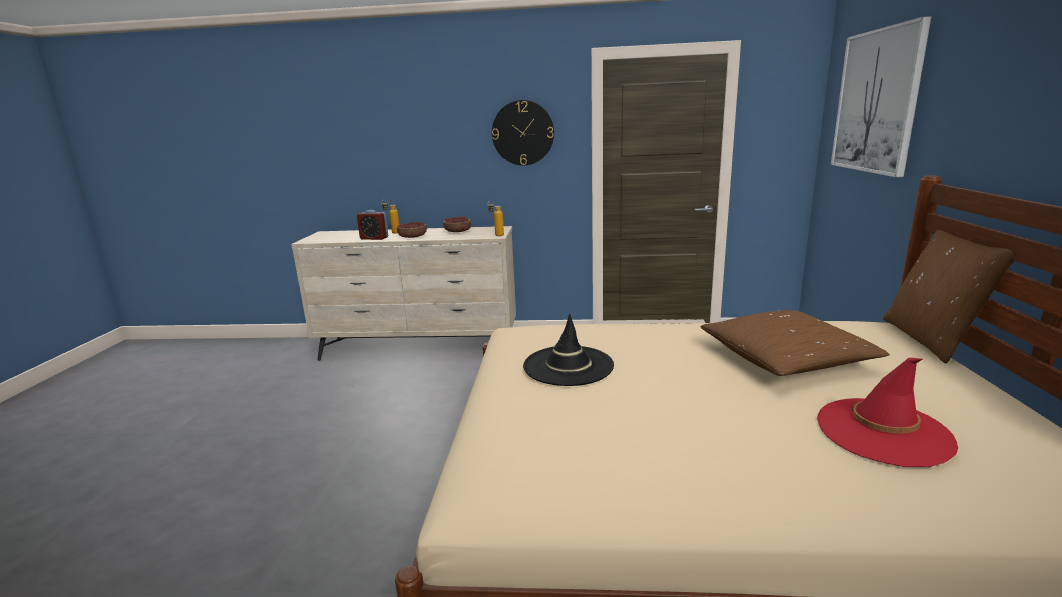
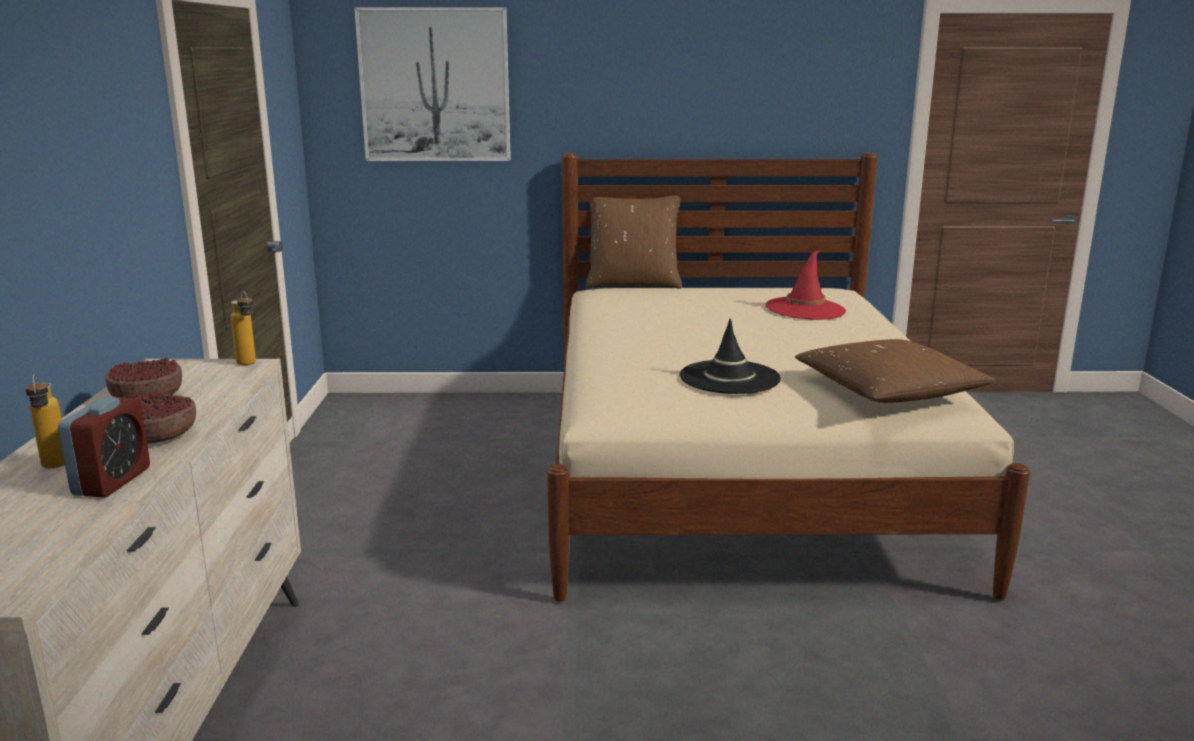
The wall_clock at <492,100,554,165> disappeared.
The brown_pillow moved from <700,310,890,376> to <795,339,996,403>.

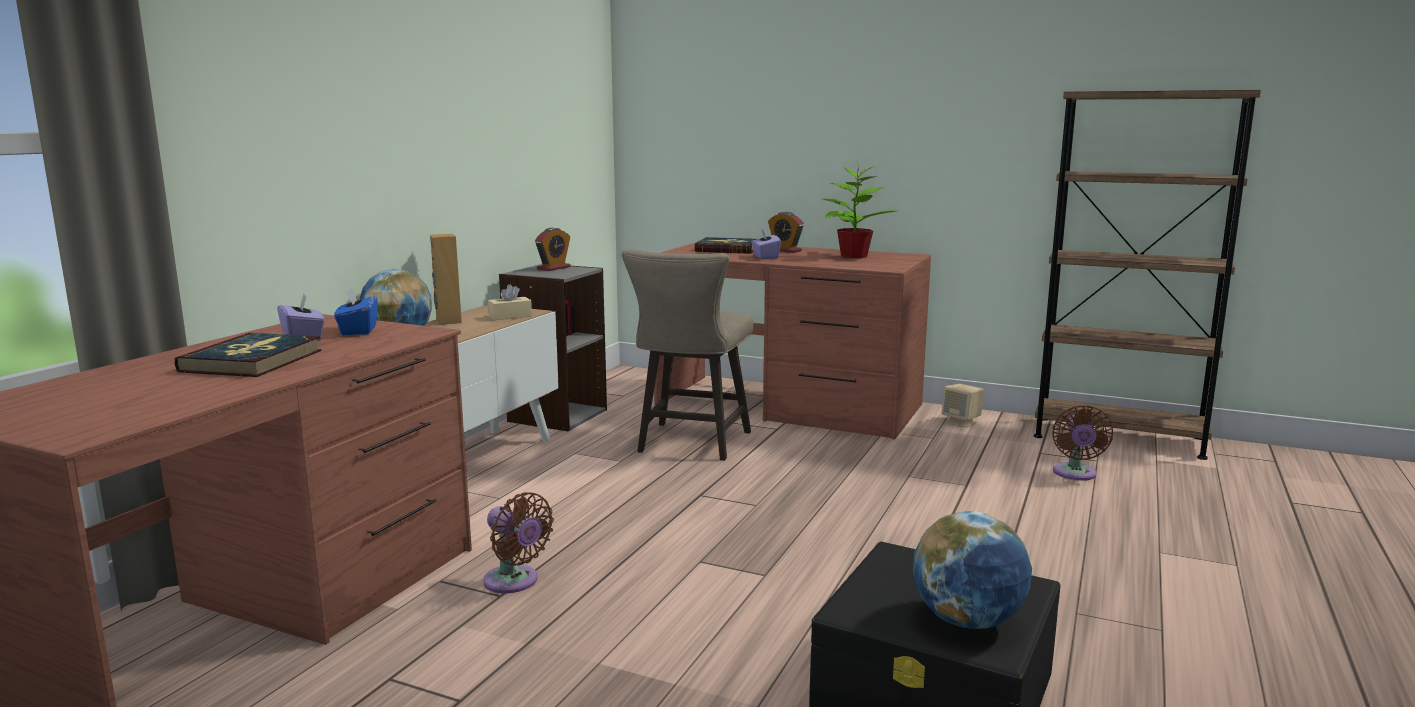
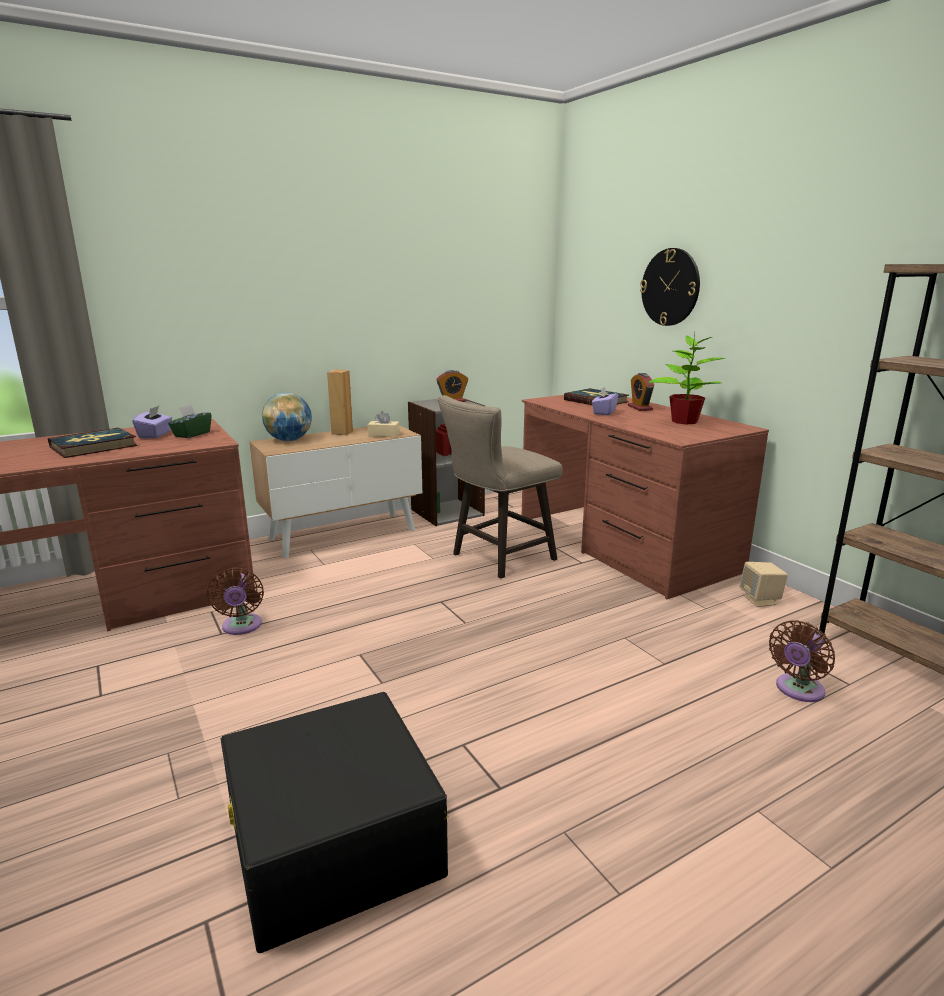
The blue_tissue_box at <334,287,378,335> became the green_tissue_box at <168,405,212,438>.
The globe at <913,511,1032,629> disappeared.
The wall_clock at <640,248,700,326> appeared.

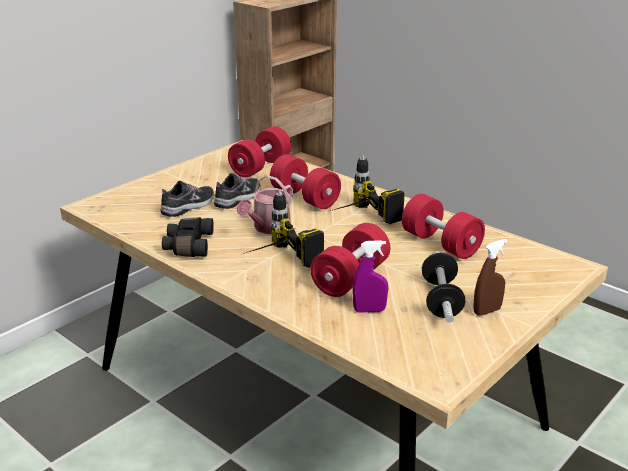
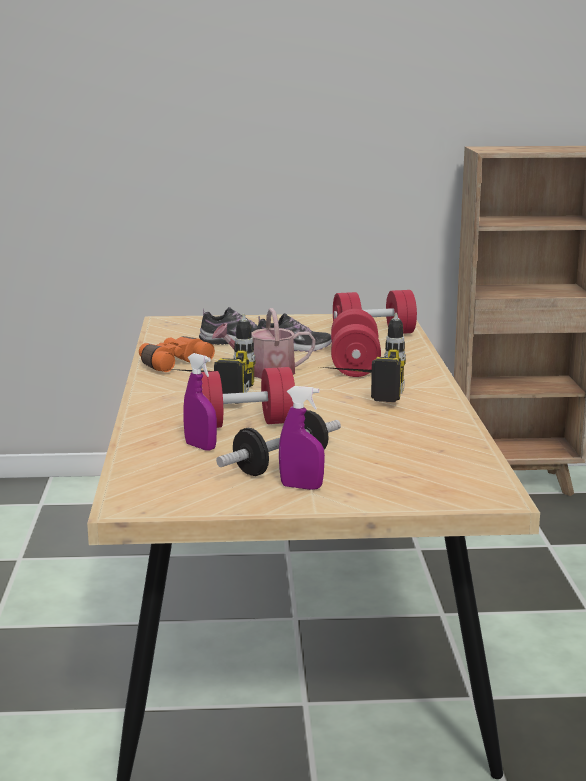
The black_binoculars at <162,217,214,257> became the orange_binoculars at <139,336,215,372>.
The red_dumbbell at <402,194,485,259> disappeared.
The brown_spray_bottle at <474,239,508,316> became the purple_spray_bottle at <279,386,325,490>.

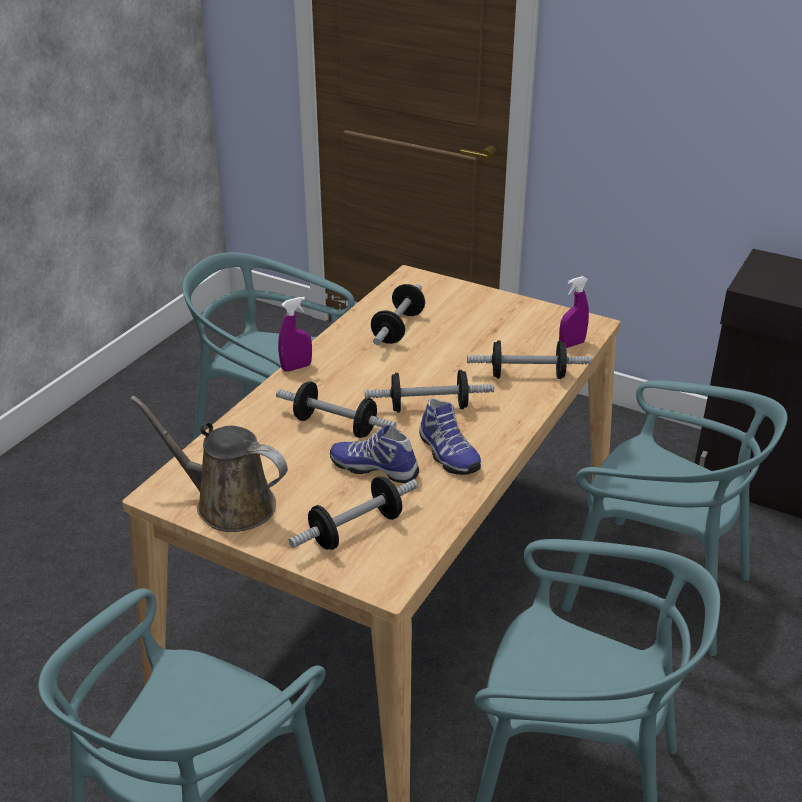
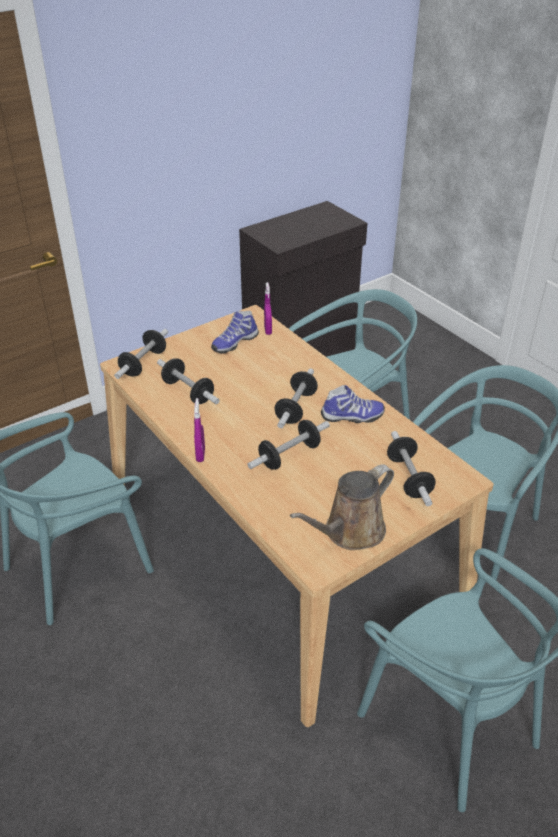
The shoe moved from <330,425,419,483> to <211,311,259,354>.
The dumbbell moved from <467,340,592,379> to <114,329,168,379>.

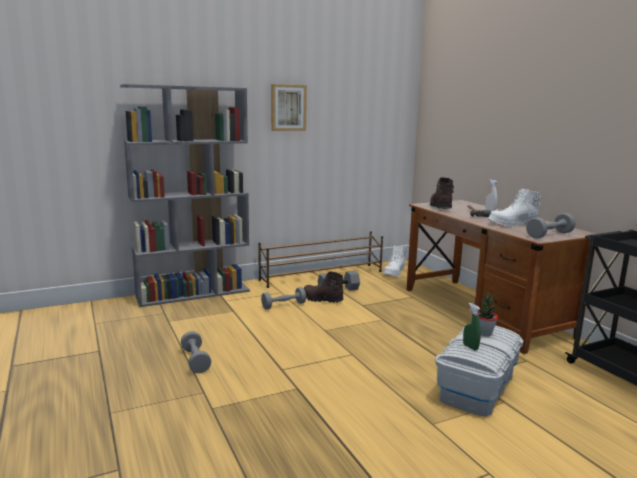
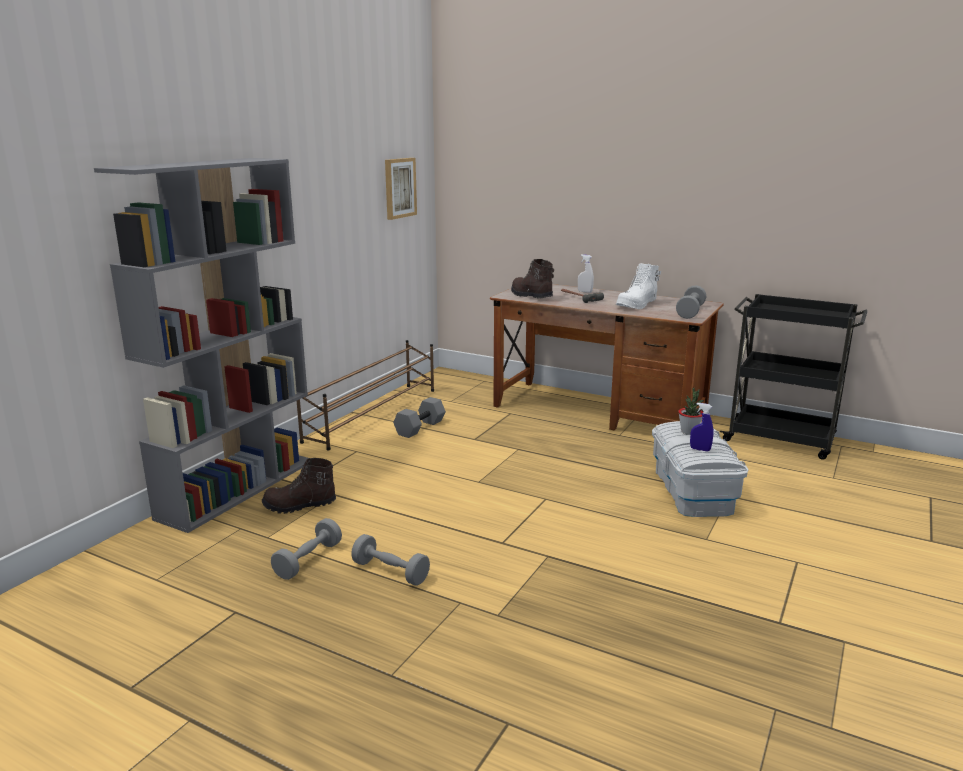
The grey_dumbbell moved from <261,287,306,309> to <271,518,342,580>.
The picture moved from <271,84,307,131> to <385,158,417,220>.
The brown_boot moved from <304,272,344,303> to <262,458,336,514>.
The white_boot at <383,246,407,276> disappeared.
The green_spray_bottle at <463,303,481,351> became the blue_spray_bottle at <690,403,714,451>.

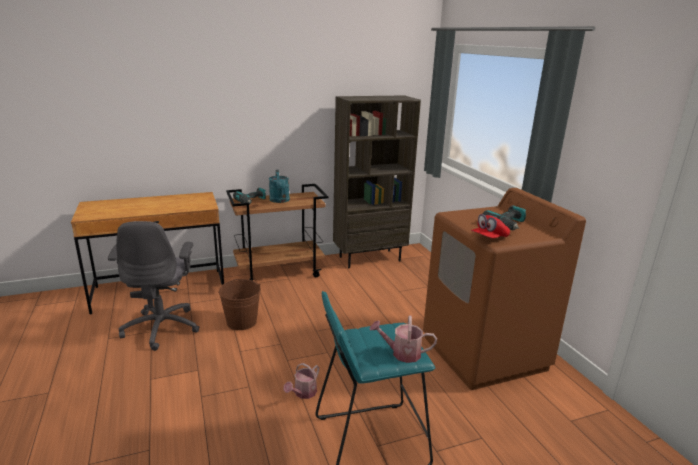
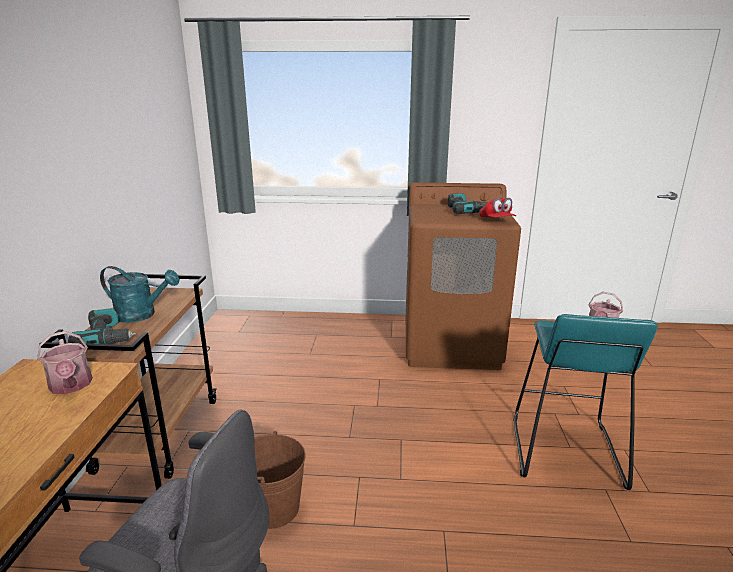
The watering_can moved from <283,363,319,399> to <37,331,93,394>.
The brown_bookcase at <333,95,421,268> disappeared.

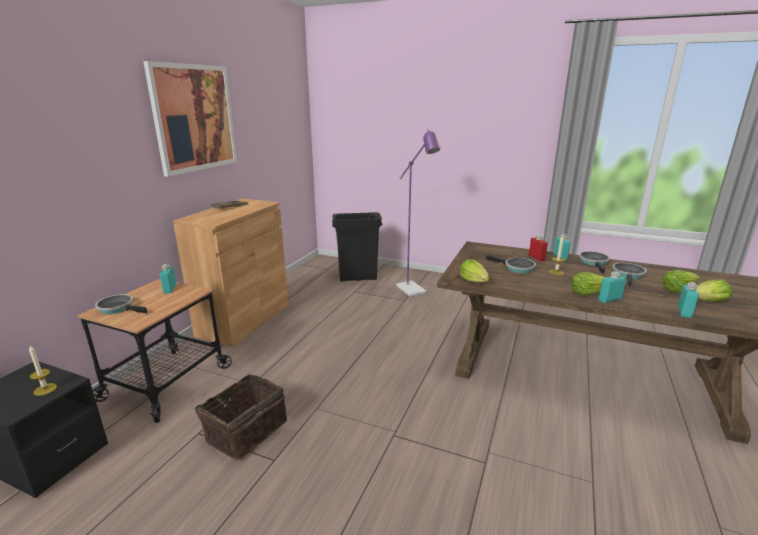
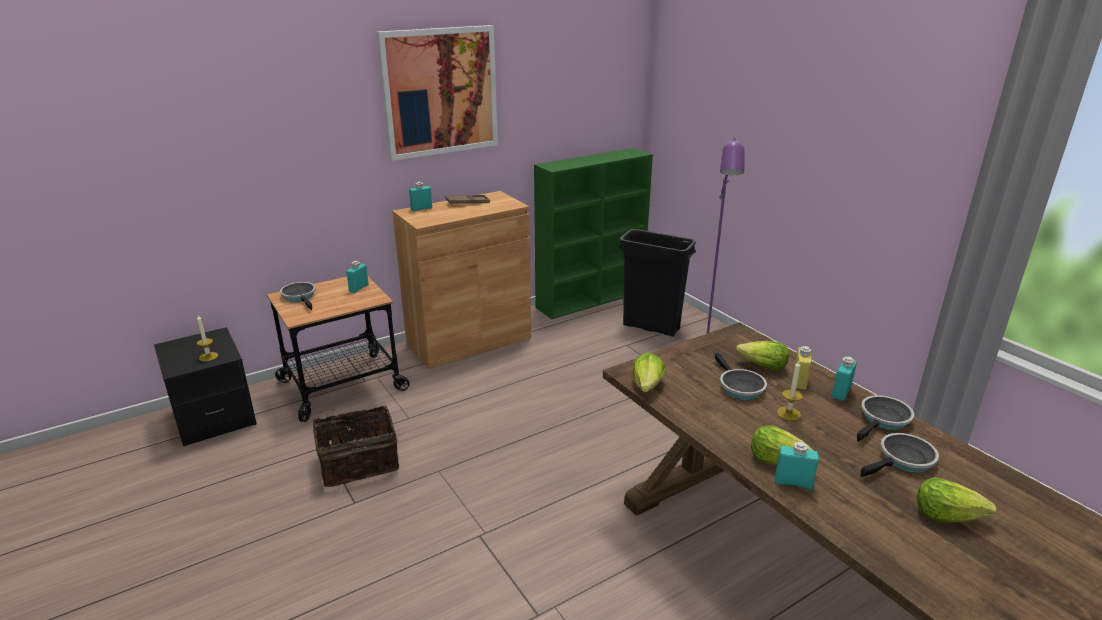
The red_bottle at <529,235,548,261> became the yellow_bottle at <793,346,812,390>.
The turquoise_bottle moved from <677,282,699,318> to <409,182,432,212>.
The lettuce moved from <696,279,732,302> to <736,341,789,370>.
The green_bookcase at <534,148,653,319> appeared.

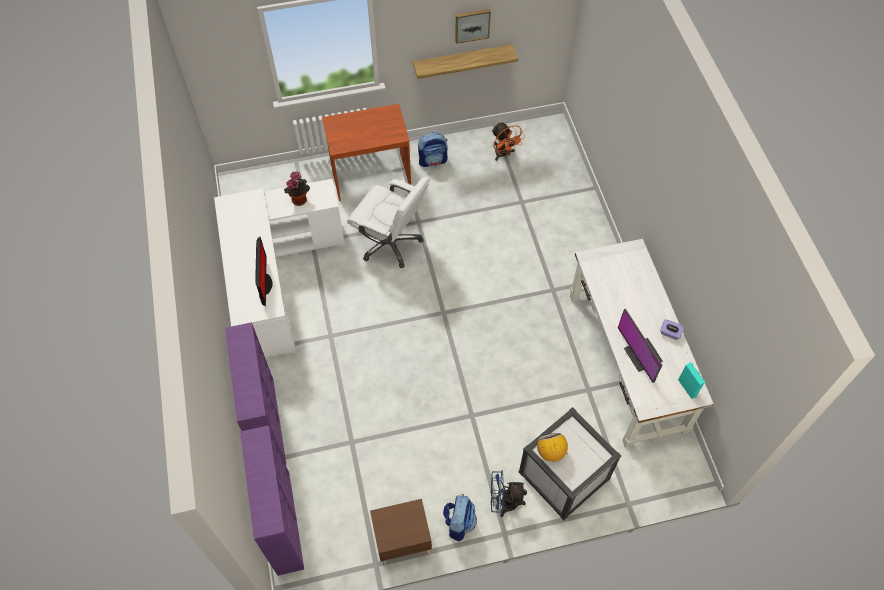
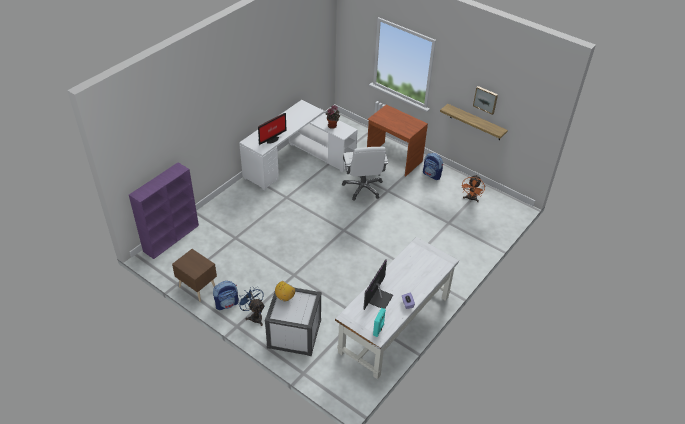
The purple_bookcase at <225,322,286,464> disappeared.

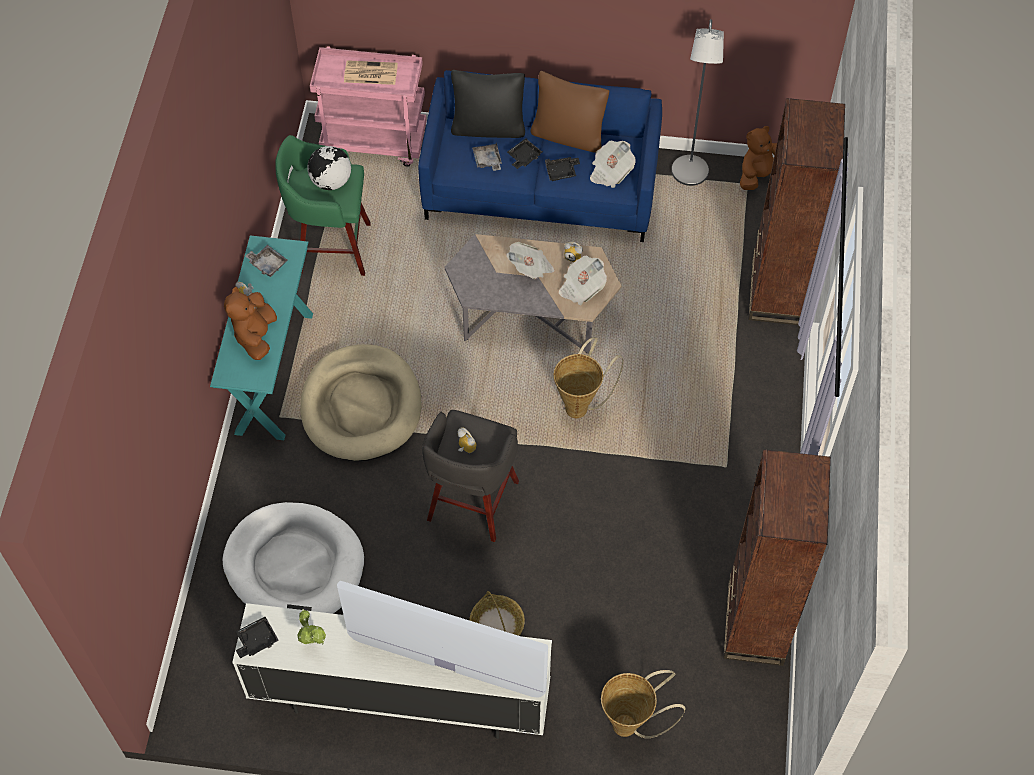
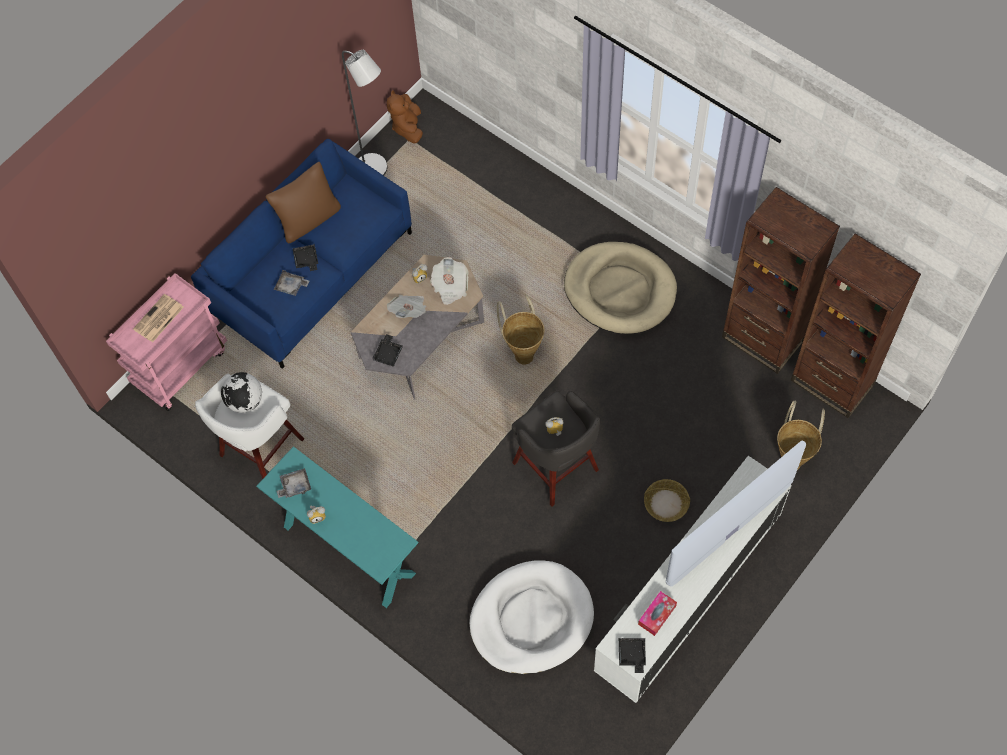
The brown_plush_toy at <224,287,277,360> disappeared.
The green_stool at <275,135,371,276> became the white_stool at <195,374,304,479>.
The potted_plant at <298,609,326,645> was replaced by the tissue_box at <638,591,677,636>.
The beige_dog_bed moved from <300,344,422,461> to <564,242,677,334>.
The black_pillow at <451,70,525,138> disappeared.
The black_tray moved from <545,157,580,181> to <372,334,403,367>.
The newspaper at <590,140,636,188> disappeared.
The brown_bookcase moved from <749,98,845,325> to <791,233,921,418>.

